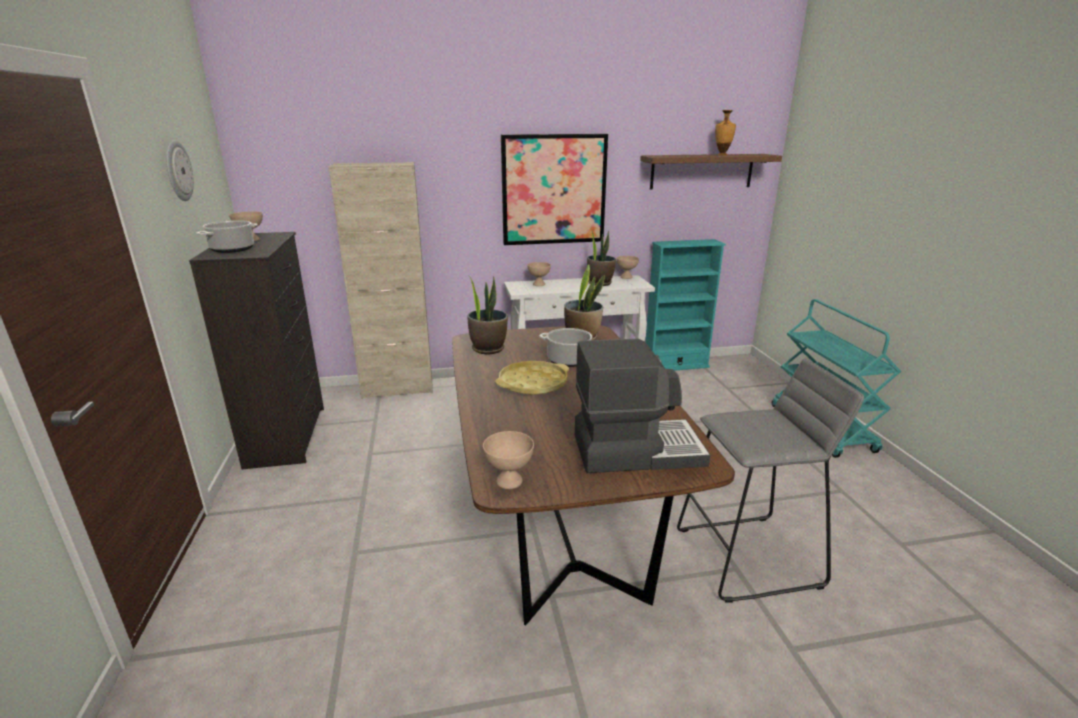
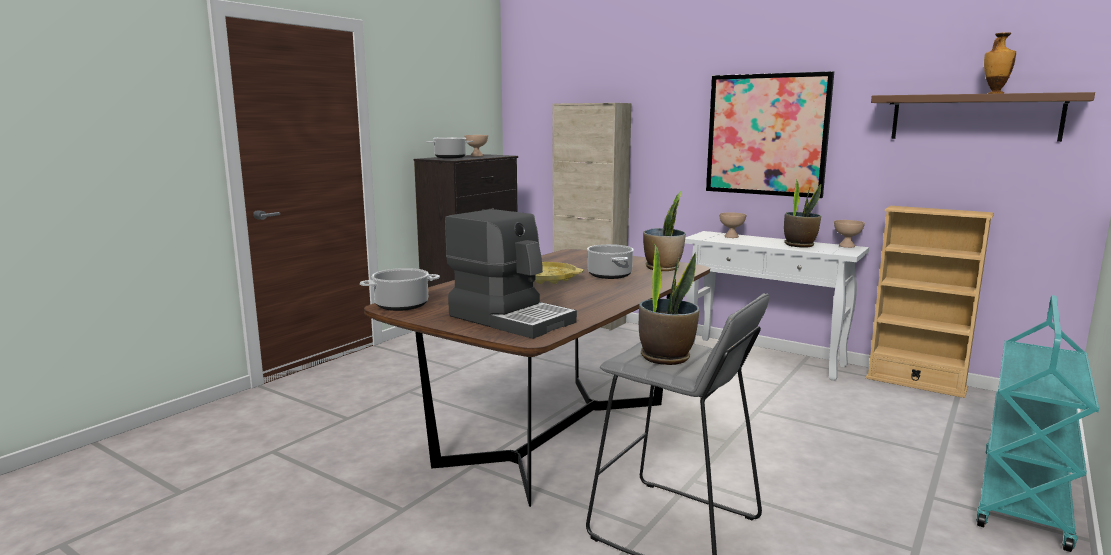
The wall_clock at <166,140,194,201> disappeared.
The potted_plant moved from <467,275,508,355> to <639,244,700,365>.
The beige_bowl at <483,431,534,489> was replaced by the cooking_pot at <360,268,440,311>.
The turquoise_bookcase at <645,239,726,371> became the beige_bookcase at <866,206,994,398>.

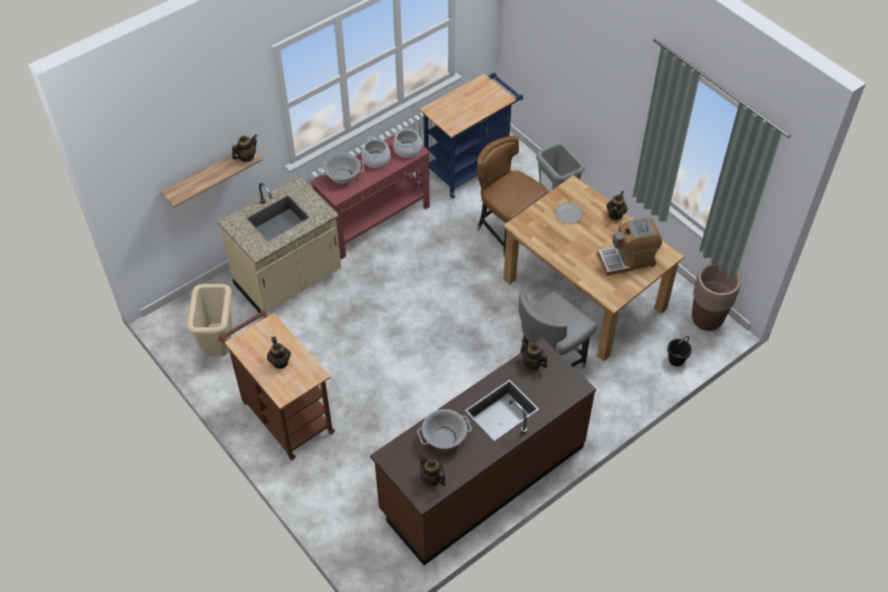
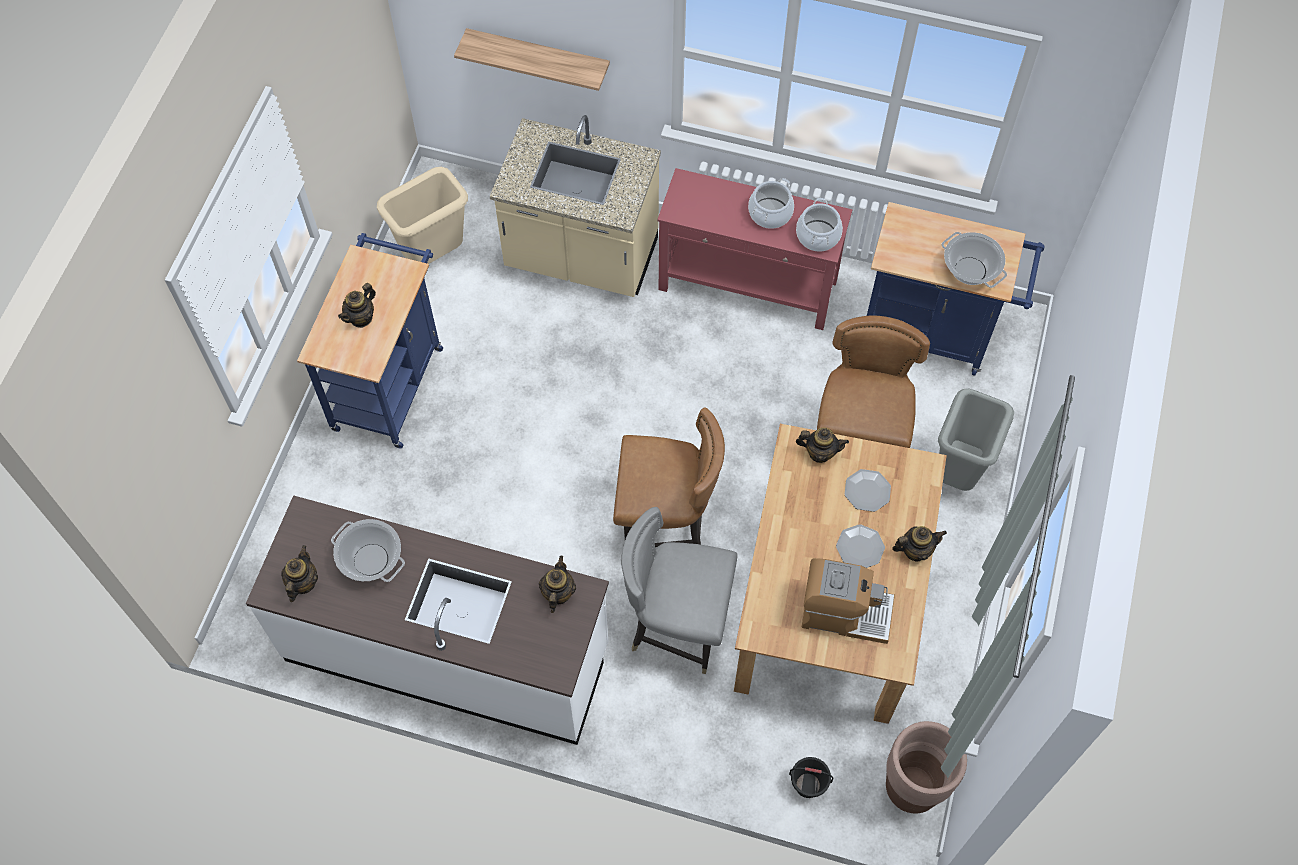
The brown_cart at <218,309,335,460> became the blue_cart at <297,233,443,448>.
The teapot moved from <232,134,257,162> to <796,428,849,463>.
The cooking_pot moved from <320,153,364,184> to <941,232,1007,288>.
The brown_counter at <370,338,596,565> became the white_counter at <246,495,609,745>.
The coffee_machine at <597,217,662,276> turned 150 degrees clockwise.
The brown_chair at <613,407,725,547> appeared.
The plate at <836,524,885,568> appeared.

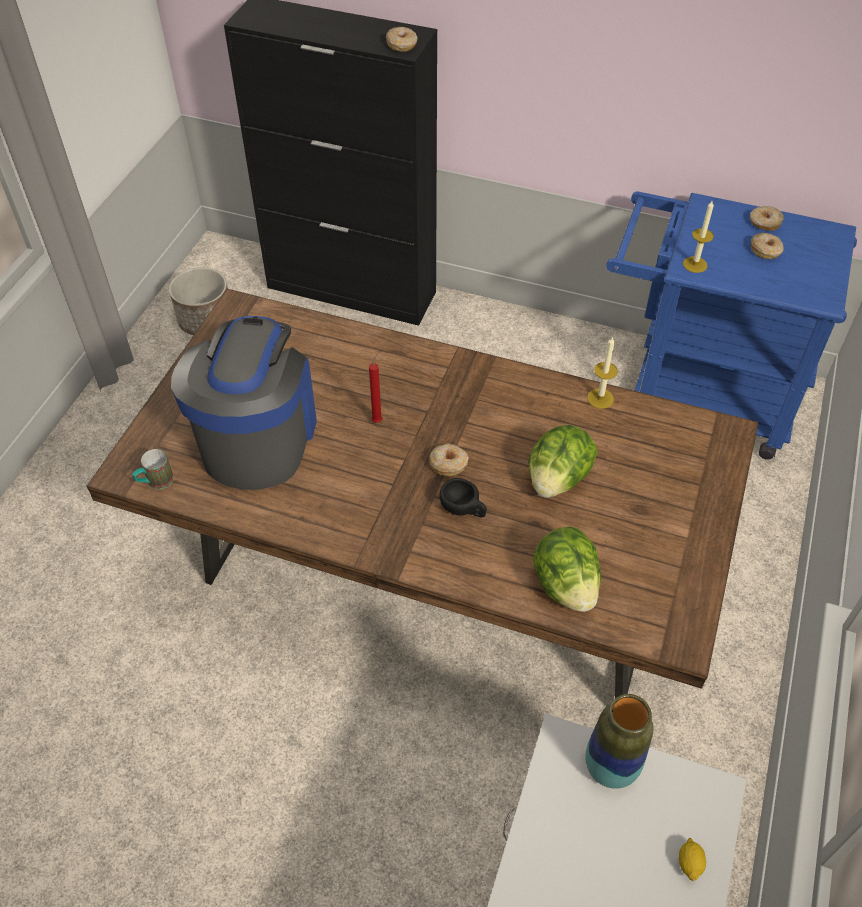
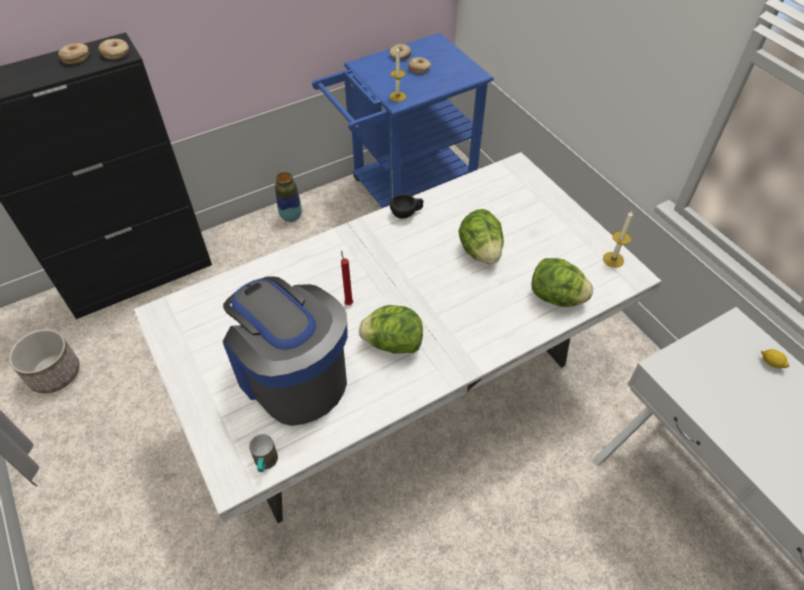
The brown_dining_table at <87,289,758,698> became the white_dining_table at <133,152,662,523>.
The donut moved from <429,444,469,476> to <58,43,89,64>.
The black_cup moved from <440,478,487,518> to <390,194,424,219>.
The vase moved from <585,694,653,789> to <275,172,302,222>.
The candle moved from <587,336,618,409> to <603,211,633,268>.
The lettuce at <359,305,423,353> appeared.

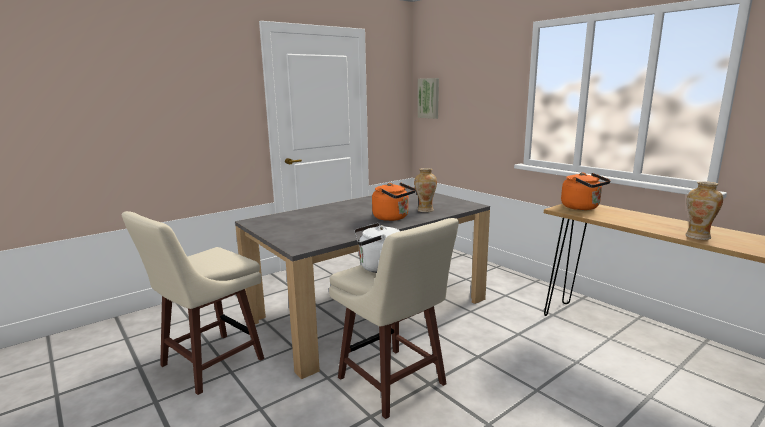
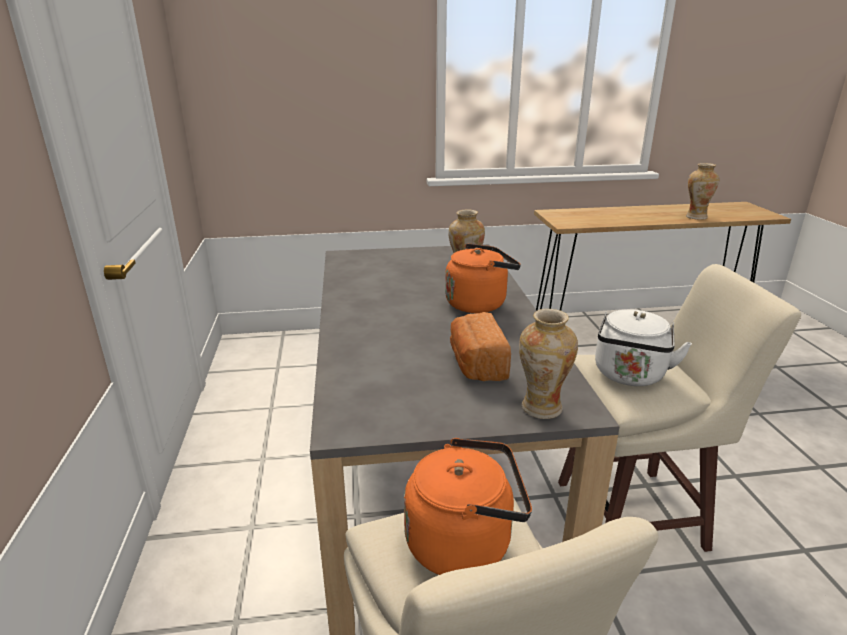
The picture at <418,78,439,119> disappeared.
The orange_kettle moved from <561,172,611,210> to <404,438,532,575>.
The bread at <450,312,511,381> appeared.
The vase at <519,309,578,419> appeared.

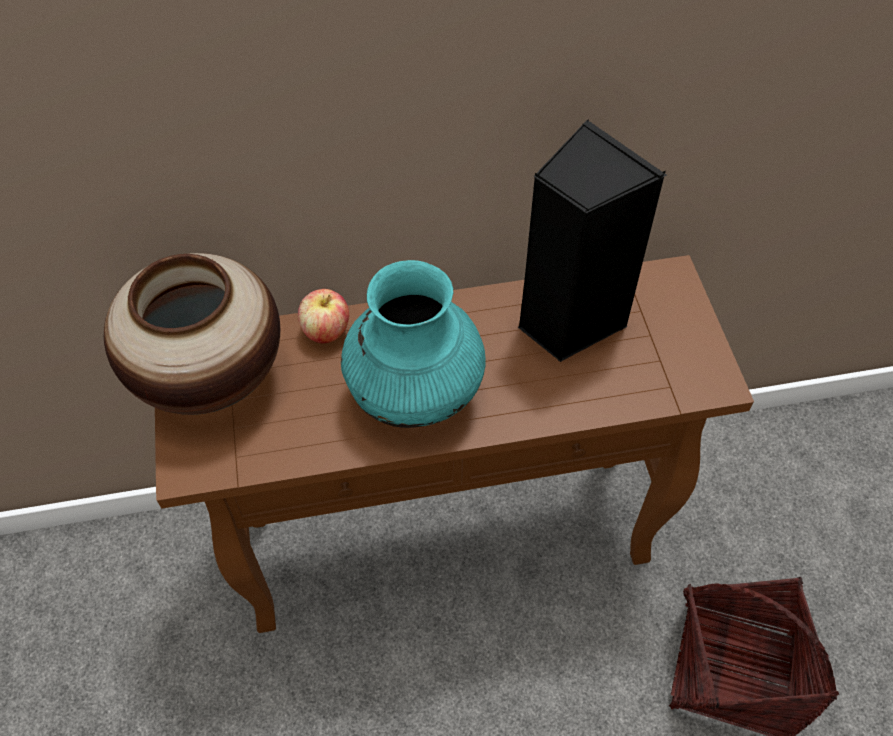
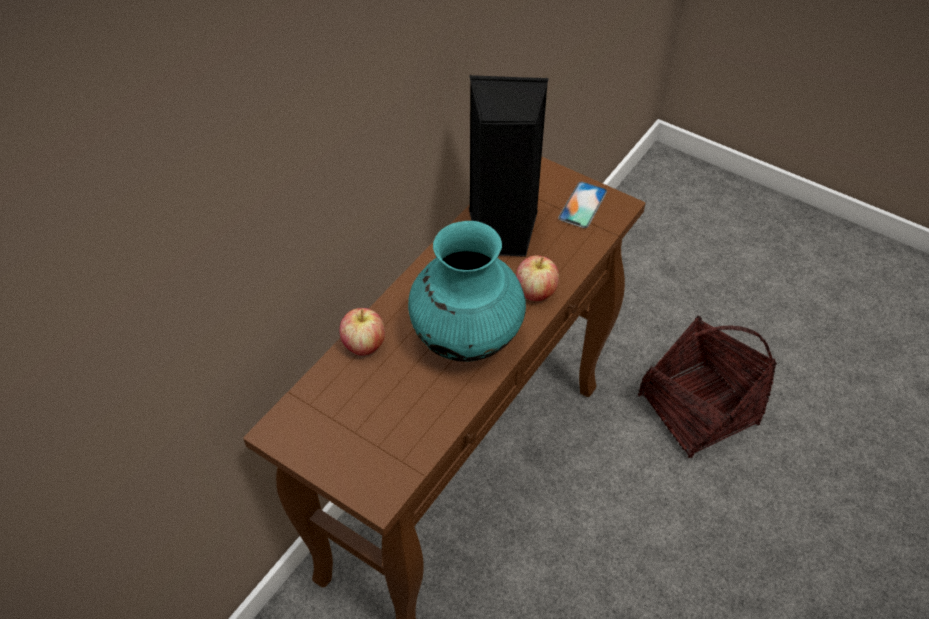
The vase at <104,253,280,415> disappeared.
The apple at <516,255,559,301> appeared.
The phone at <558,182,607,228> appeared.

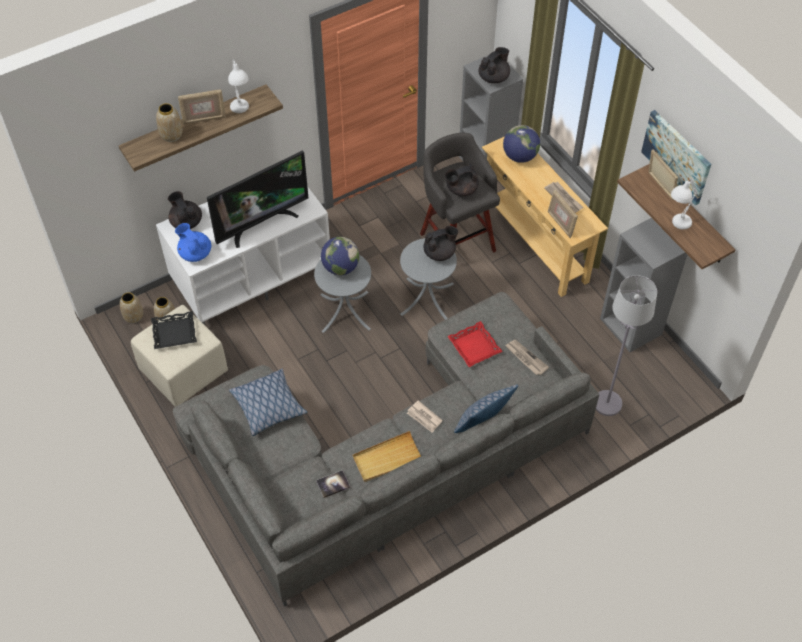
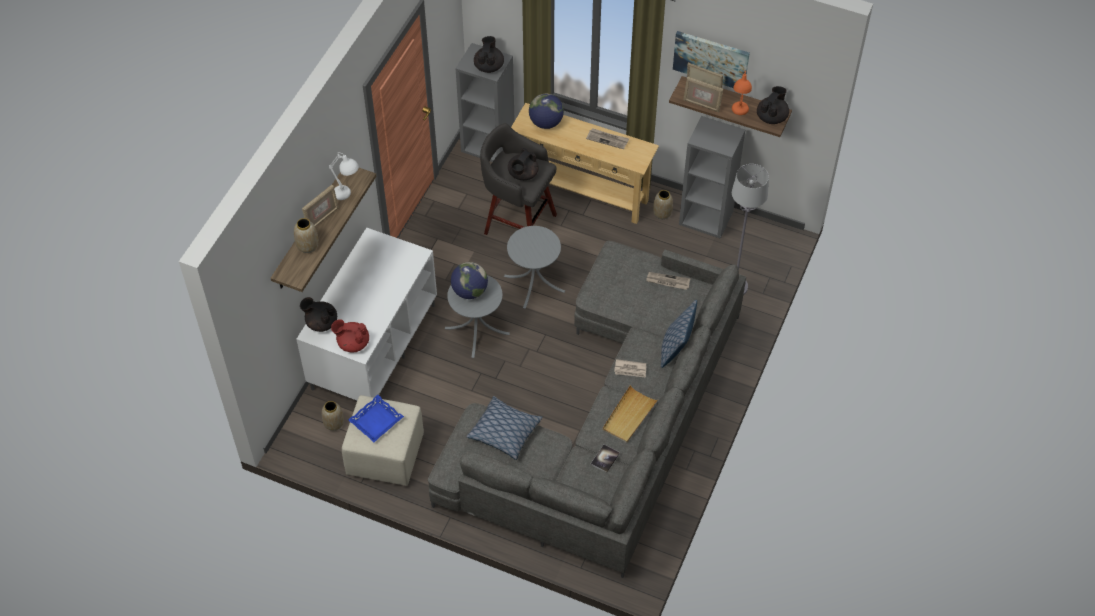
The vase moved from <120,292,143,323> to <653,190,673,219>.
The black_tray at <151,311,197,349> became the blue_tray at <348,395,404,442>.
The blue_teapot at <175,223,211,262> became the red_teapot at <331,319,369,353>.
The television at <207,151,308,248> disappeared.
The black_teapot moved from <423,226,458,261> to <757,86,789,124>.
The red_tray at <447,321,503,367> disappeared.
The picture_frame moved from <548,190,578,238> to <683,77,723,112>.
The white_table_lamp at <671,177,698,230> became the orange_table_lamp at <732,69,752,115>.

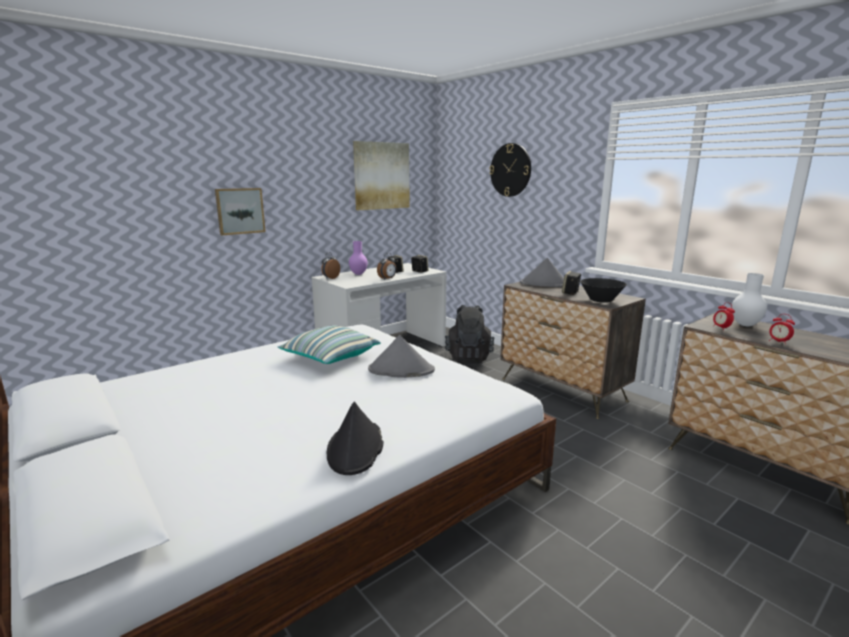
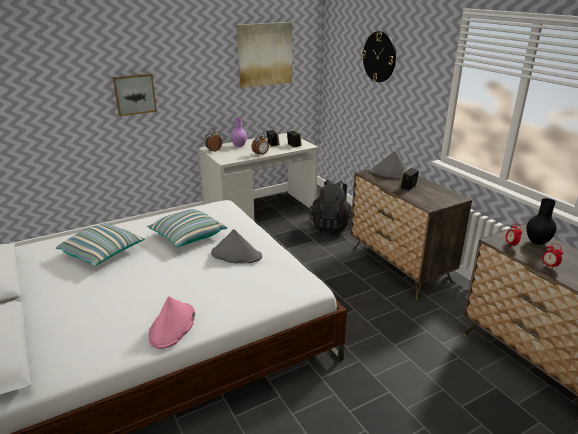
The black_hat at <327,401,383,475> became the pink_hat at <149,296,195,349>.
The black_bowl at <580,278,627,303> disappeared.
The white_vase at <732,273,767,326> became the black_vase at <527,198,557,245>.
The pillow at <56,223,145,266> appeared.

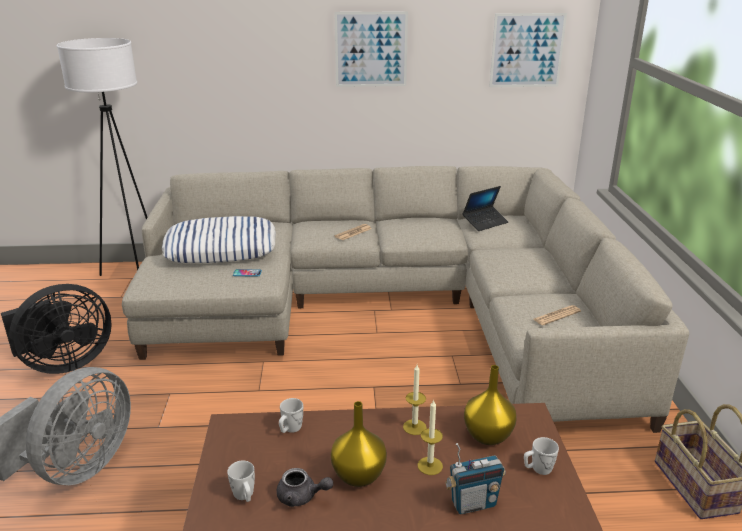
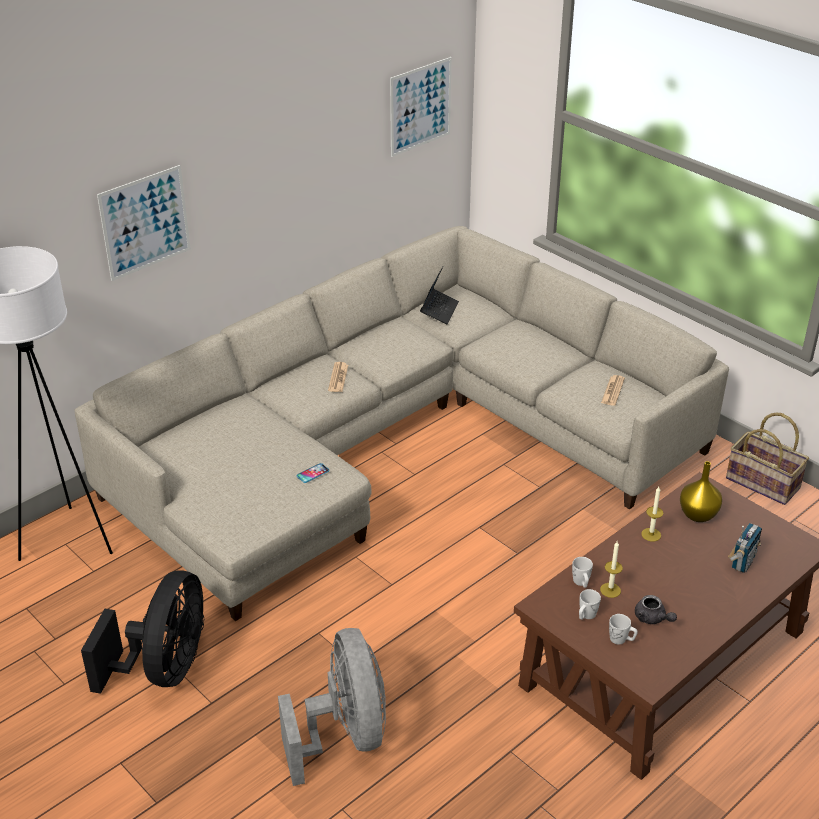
The pillow at <162,216,276,263> disappeared.
The grey_teapot at <276,468,333,507> turned 75 degrees clockwise.
The yellow_vase at <331,401,387,487> disappeared.
The picture moved from <334,11,408,87> to <97,165,191,281>.
The candle moved from <417,399,443,475> to <600,541,623,598>.
The white_mug moved from <524,437,559,475> to <579,589,601,620>.

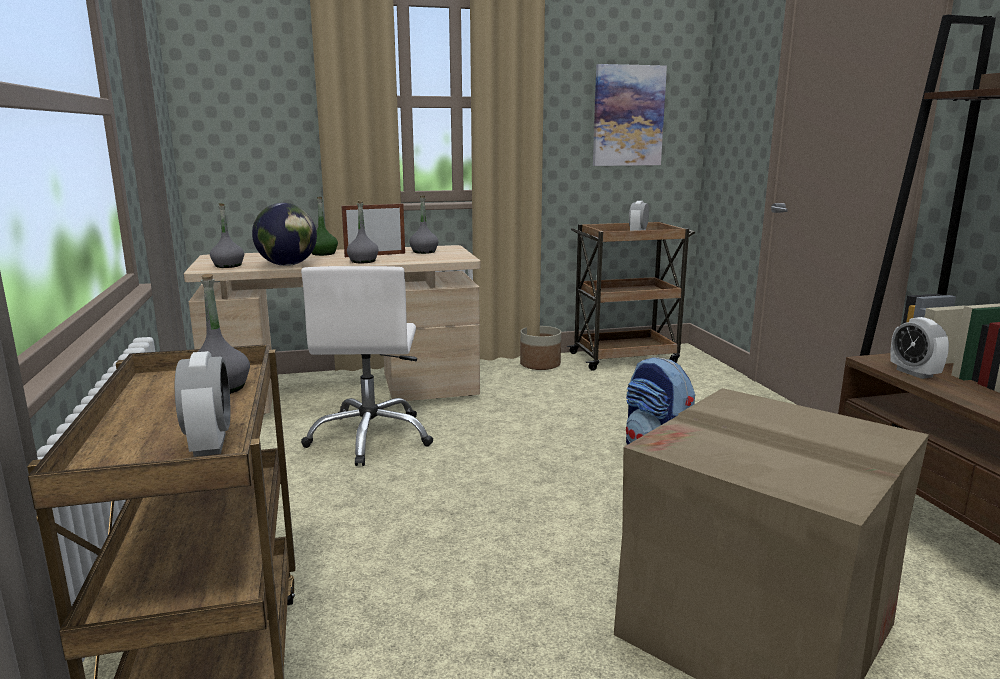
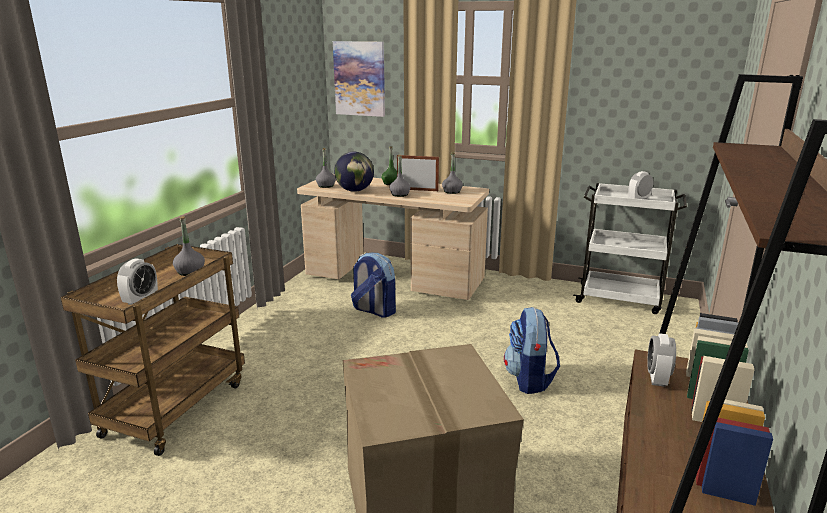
The white_office_chair at <301,266,433,466> was replaced by the backpack at <351,253,396,318>.
The planter at <520,326,561,370> disappeared.
The brown_cart at <567,222,695,371> became the white_cart at <573,183,687,314>.
The picture moved from <593,64,667,166> to <333,41,385,117>.

